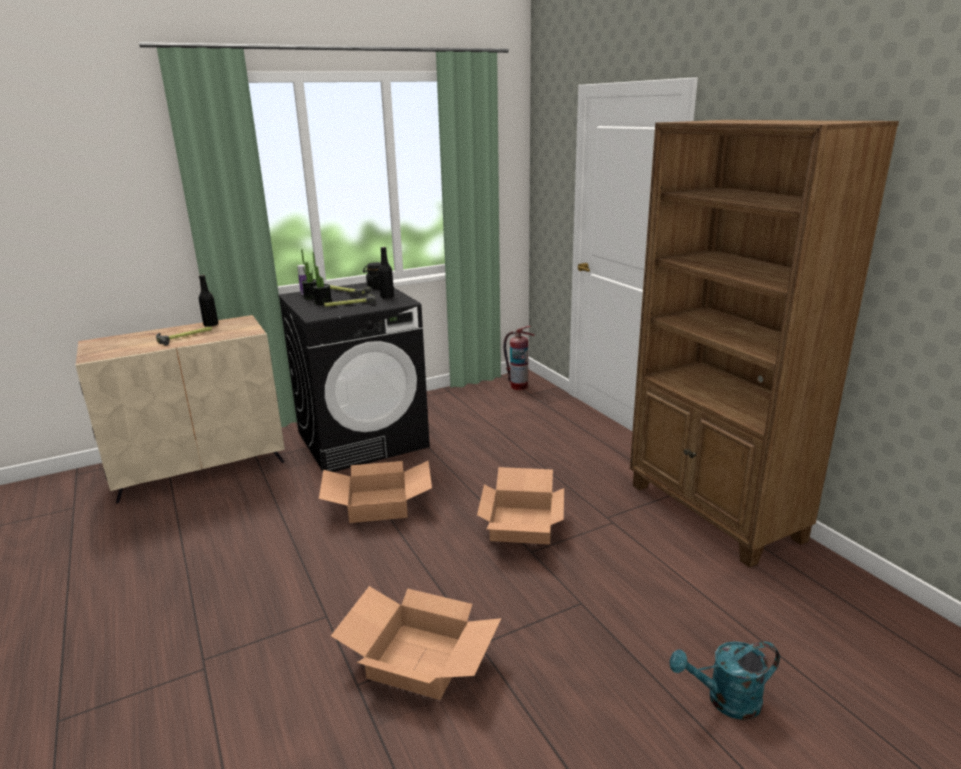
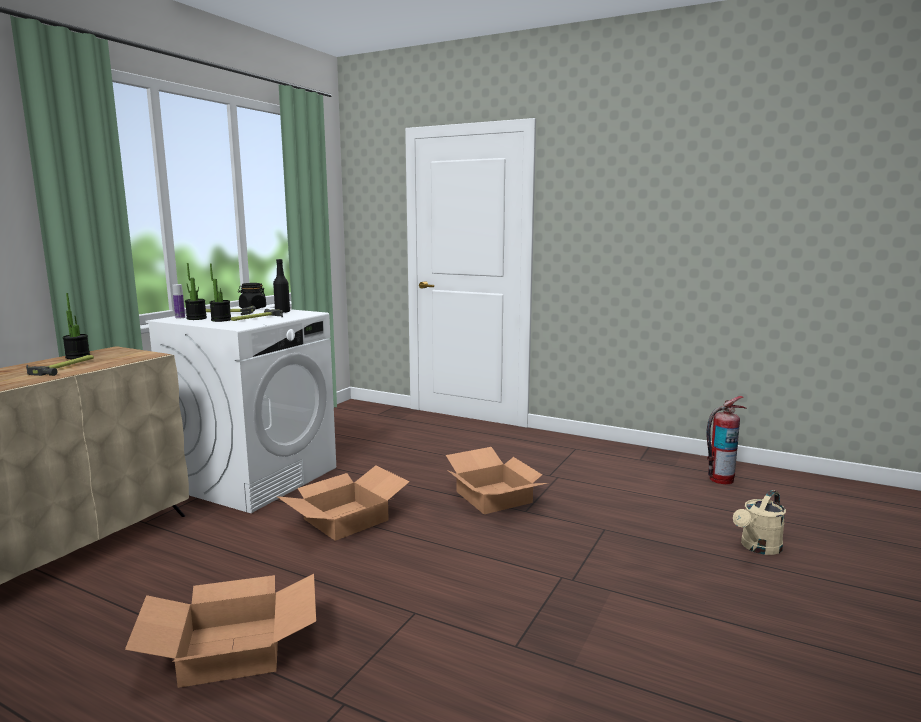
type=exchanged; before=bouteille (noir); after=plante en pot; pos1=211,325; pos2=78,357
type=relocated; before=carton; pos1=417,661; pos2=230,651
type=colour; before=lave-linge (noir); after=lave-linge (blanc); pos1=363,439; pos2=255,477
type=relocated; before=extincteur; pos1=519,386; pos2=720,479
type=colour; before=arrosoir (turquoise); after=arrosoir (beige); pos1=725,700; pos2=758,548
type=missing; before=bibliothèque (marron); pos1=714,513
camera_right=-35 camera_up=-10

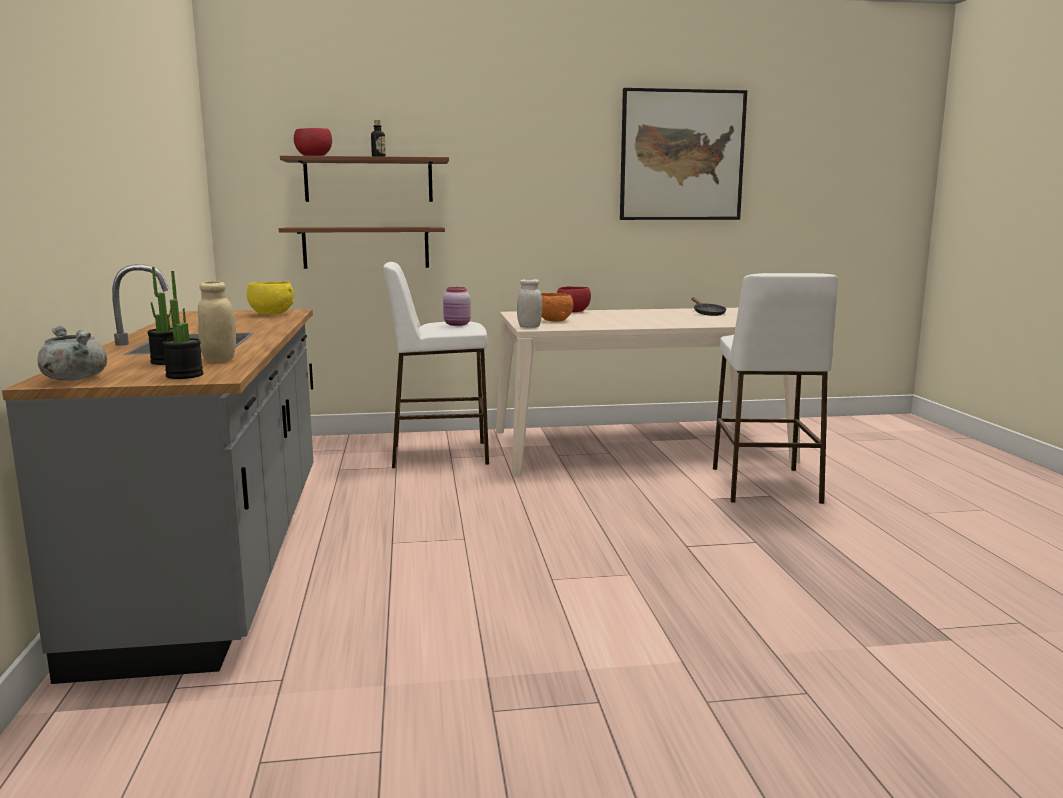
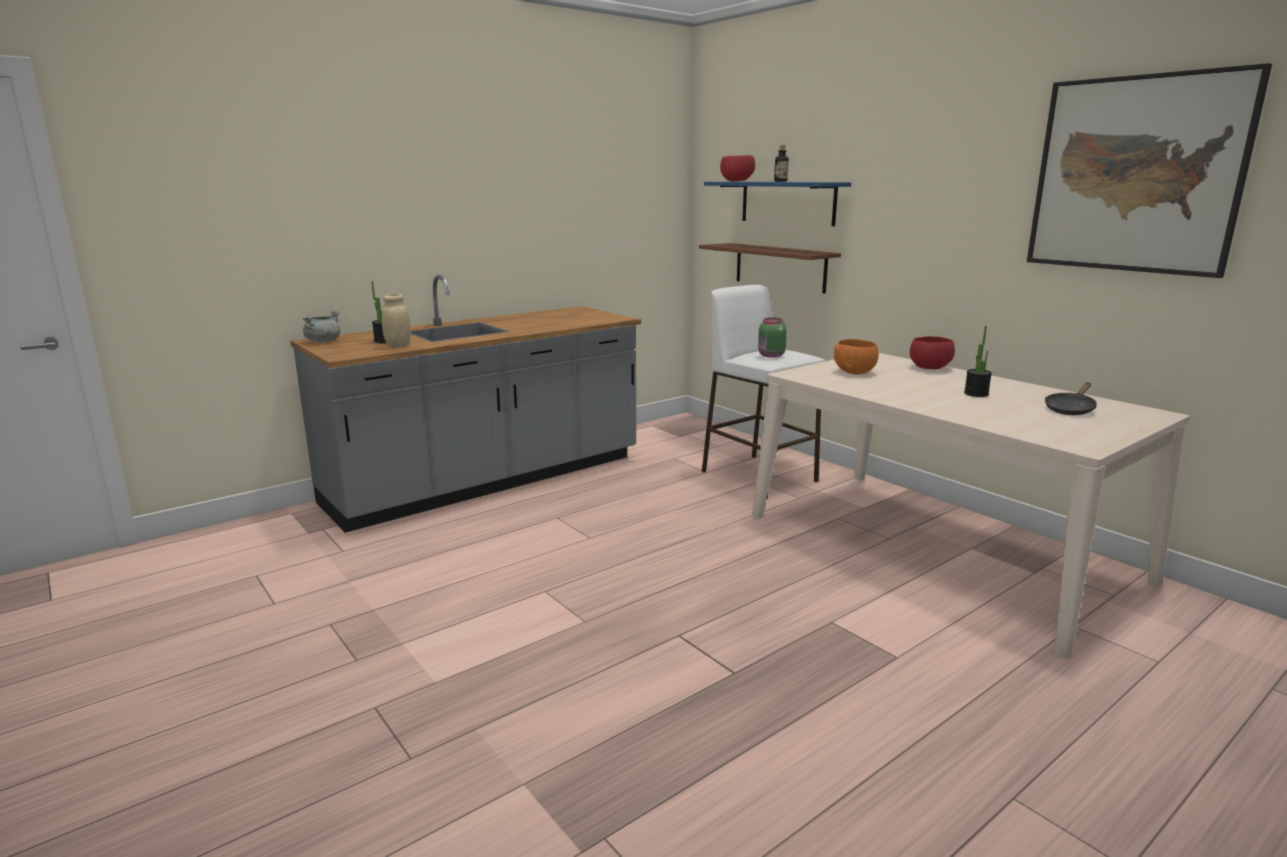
type=colour; before=étagère (marron); after=étagère (bleu); pos1=368,180; pos2=787,202
type=colour; before=bocal (rose); after=bocal (vert); pos1=457,324; pos2=771,355
type=relocated; before=plante en pot; pos1=184,375; pos2=976,394
type=missing; before=bol (jaune); pos1=271,314
type=missing; before=bocal (blanc); pos1=529,327
type=missing; before=tabouret (blanc); pos1=765,485
camera_right=60 camera_up=5

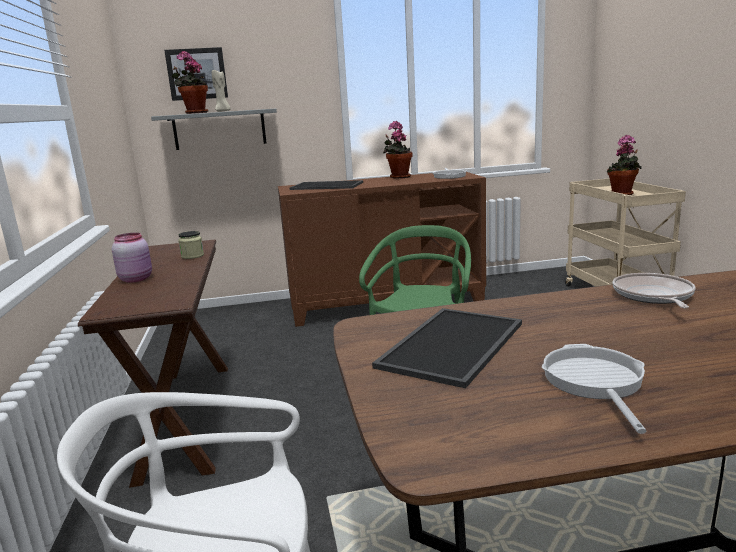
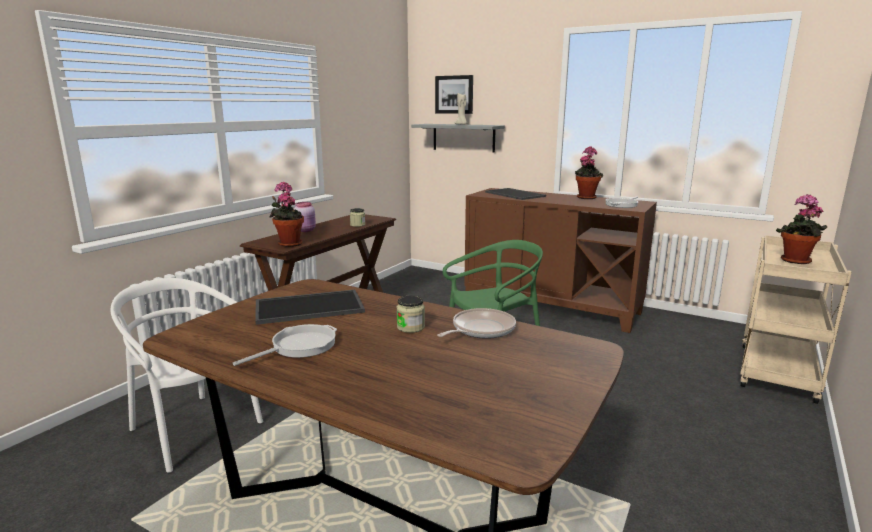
type=relocated; before=plante en pot; pos1=194,113; pos2=289,243
type=appeared; after=bocal; pos2=410,327
camera_right=40 camera_up=0

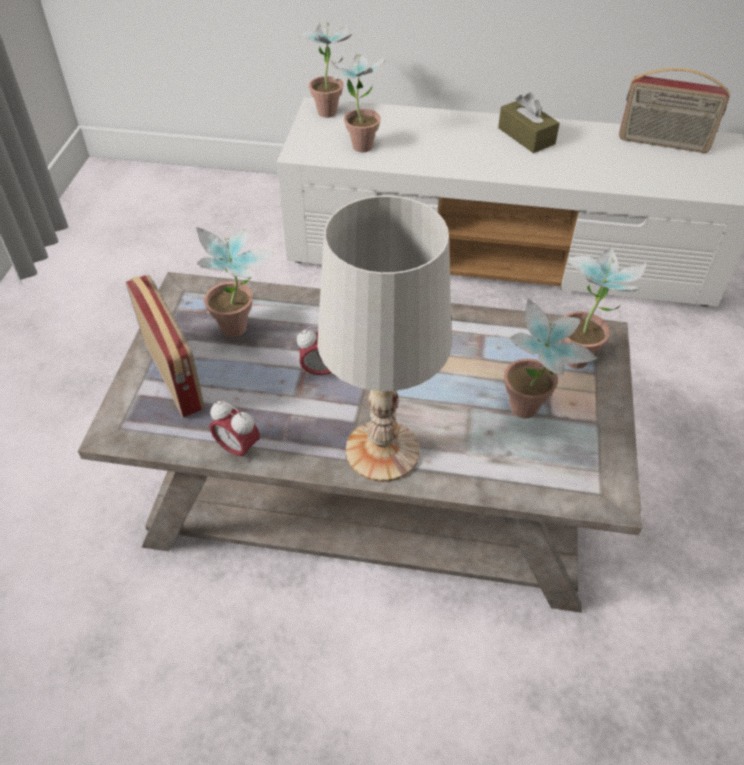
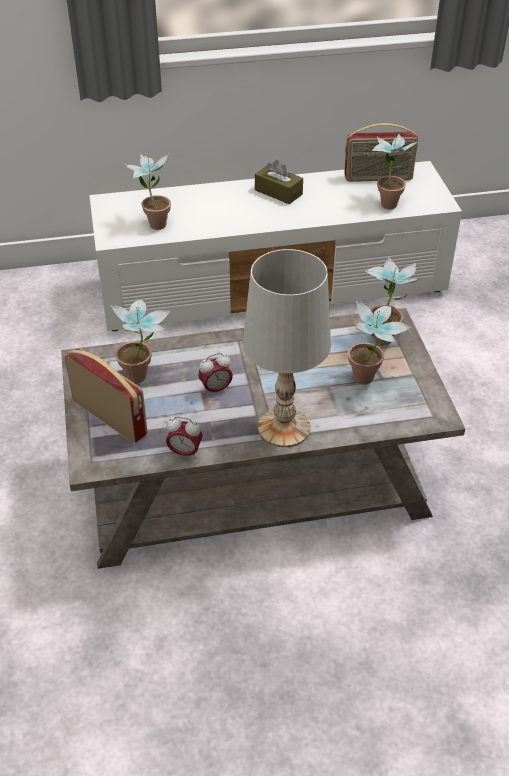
type=relocated; before=plante en pot; pos1=330,109; pos2=388,201
camera_right=-20 camera_up=-5

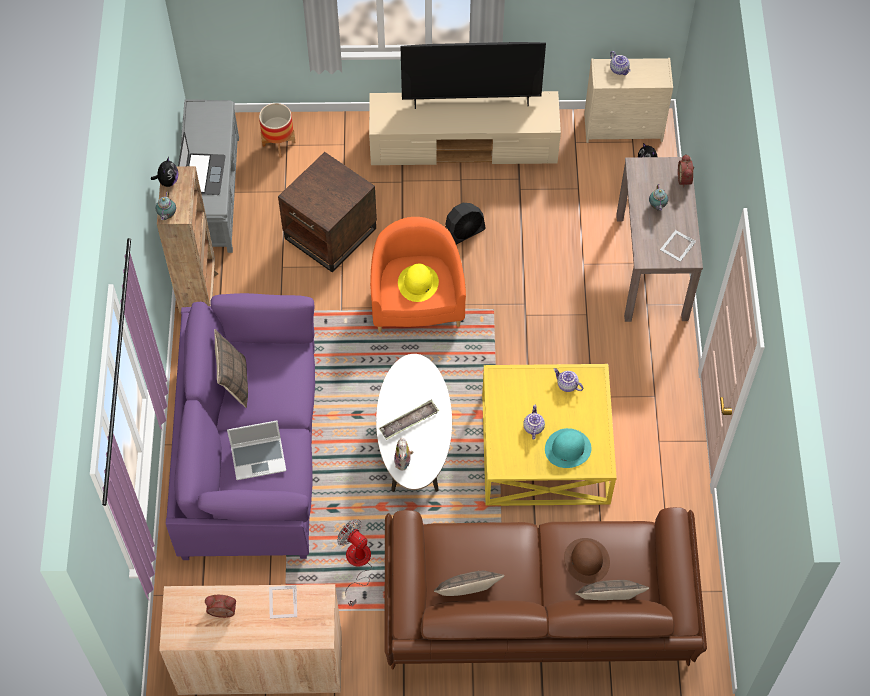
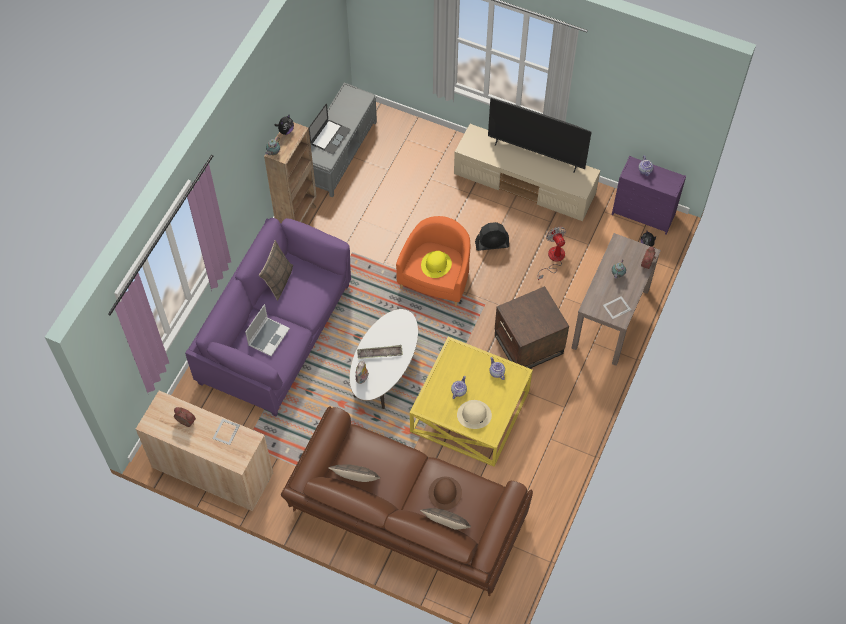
type=spun; before=ordinateur portable; pos1=259,458; pos2=268,336; turn=-75
type=colour; before=chapeau (turquoise); after=chapeau (beige); pos1=567,449; pos2=474,415
type=relocated; before=table d'appoint (marron); pos1=331,234; pos2=529,345
type=relocated; before=ventilateur; pos1=357,564; pos2=553,259
type=colour; before=commode (beige); after=commode (violet); pos1=624,127; pos2=644,214
type=missing; before=cache-pot; pos1=278,144
camera_right=25 camera_up=0

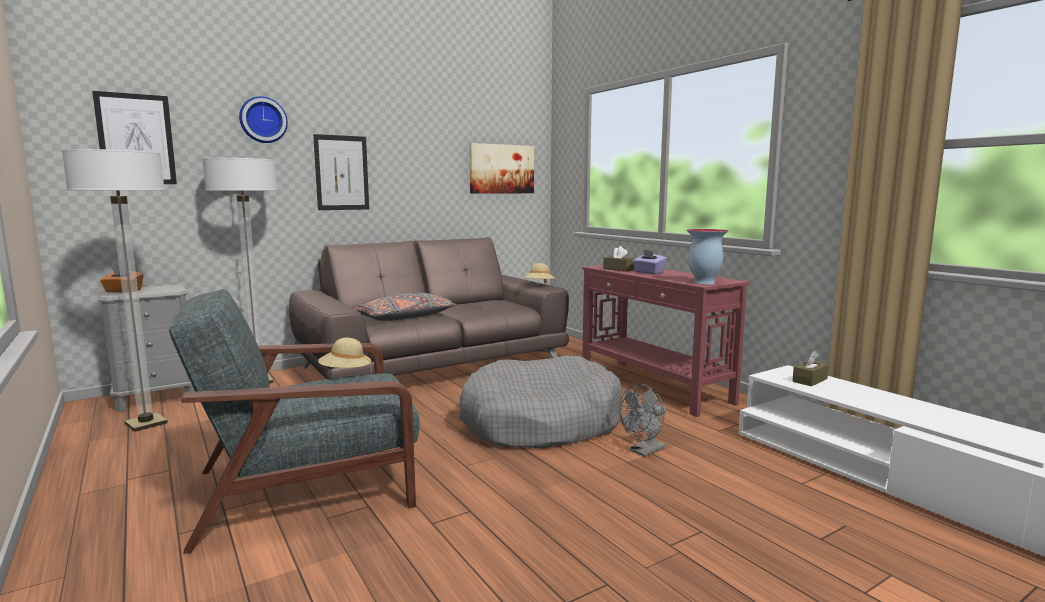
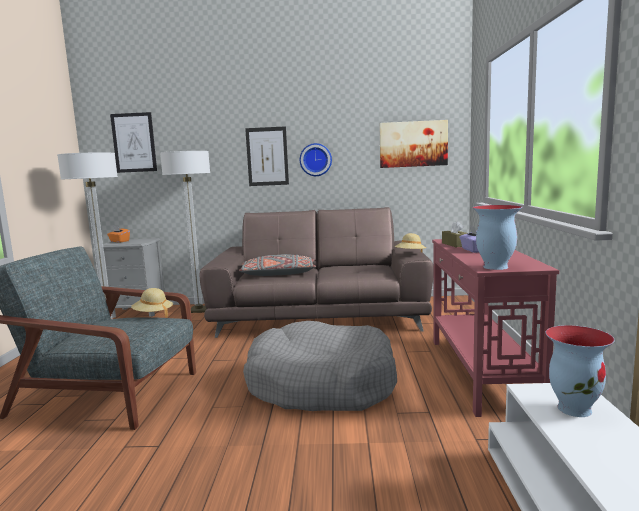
type=relocated; before=horloge murale; pos1=263,120; pos2=315,160
type=exchanged; before=boîte à mouchoirs (marron); after=vase; pos1=810,380; pos2=574,408
type=missing; before=ventilateur (gris); pos1=644,451
camera_right=35 camera_up=0

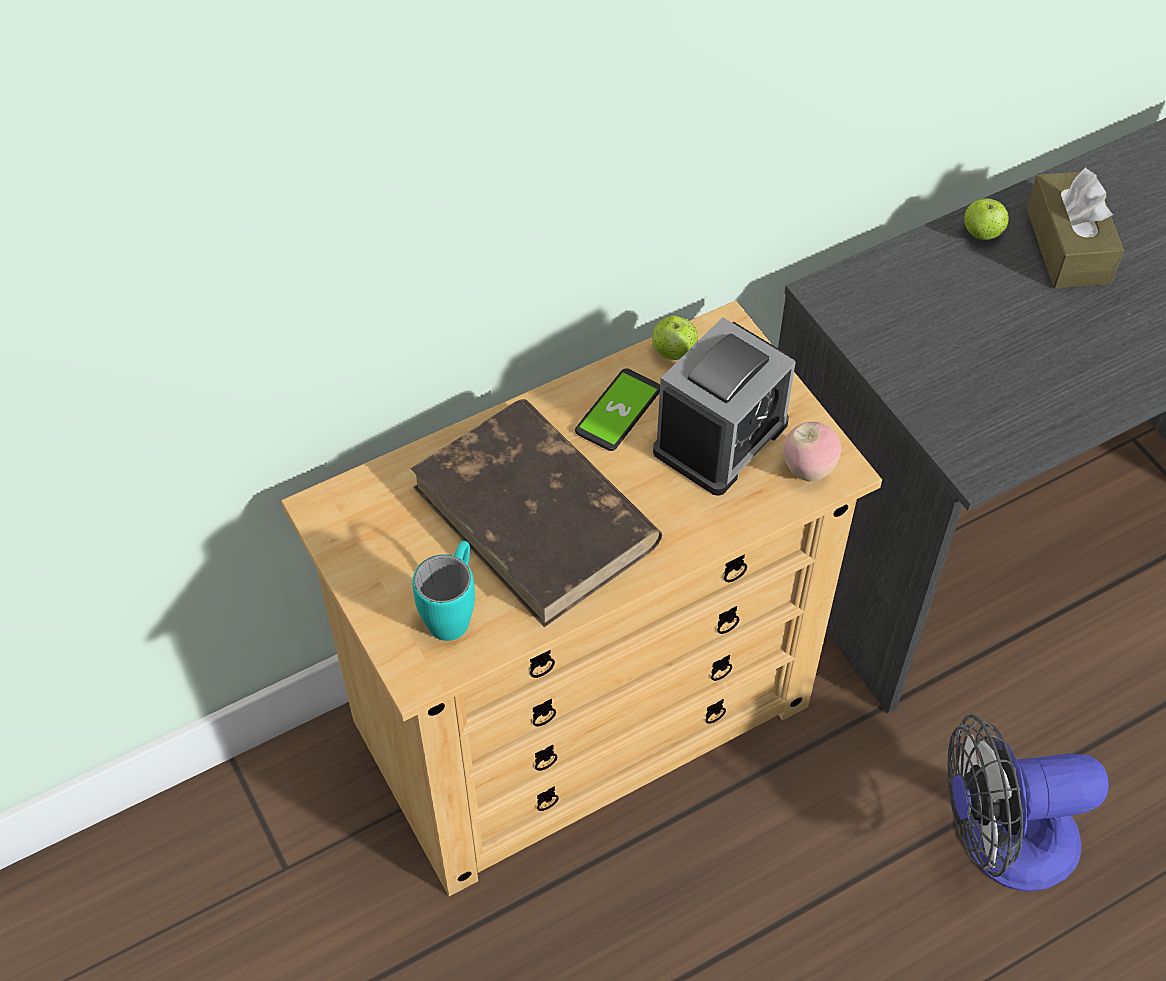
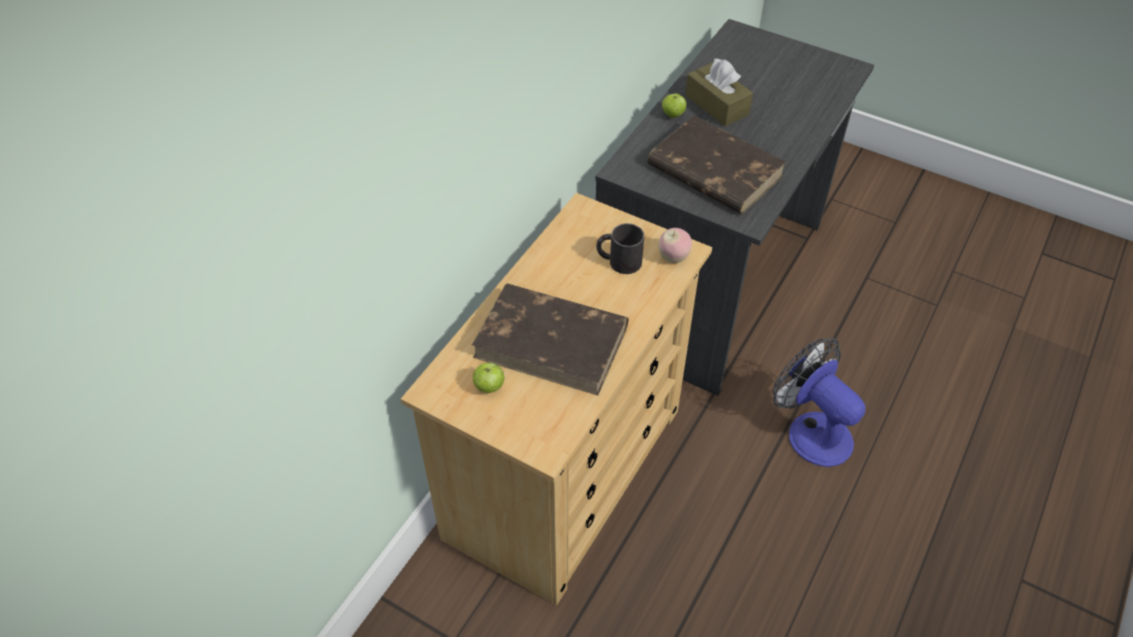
type=relocated; before=pomme; pos1=674,352; pos2=489,387
type=exchanged; before=réveil; after=mug (noir); pos1=720,437; pos2=618,261
type=appeared; after=livre (marron); pos2=713,170
type=spun; before=ventilateur; pos1=1001,842; pos2=811,430; turn=90
type=missing; before=mug (turquoise); pos1=453,611
type=missing; before=téléphone; pos1=618,411
camera_right=-30 camera_up=-5

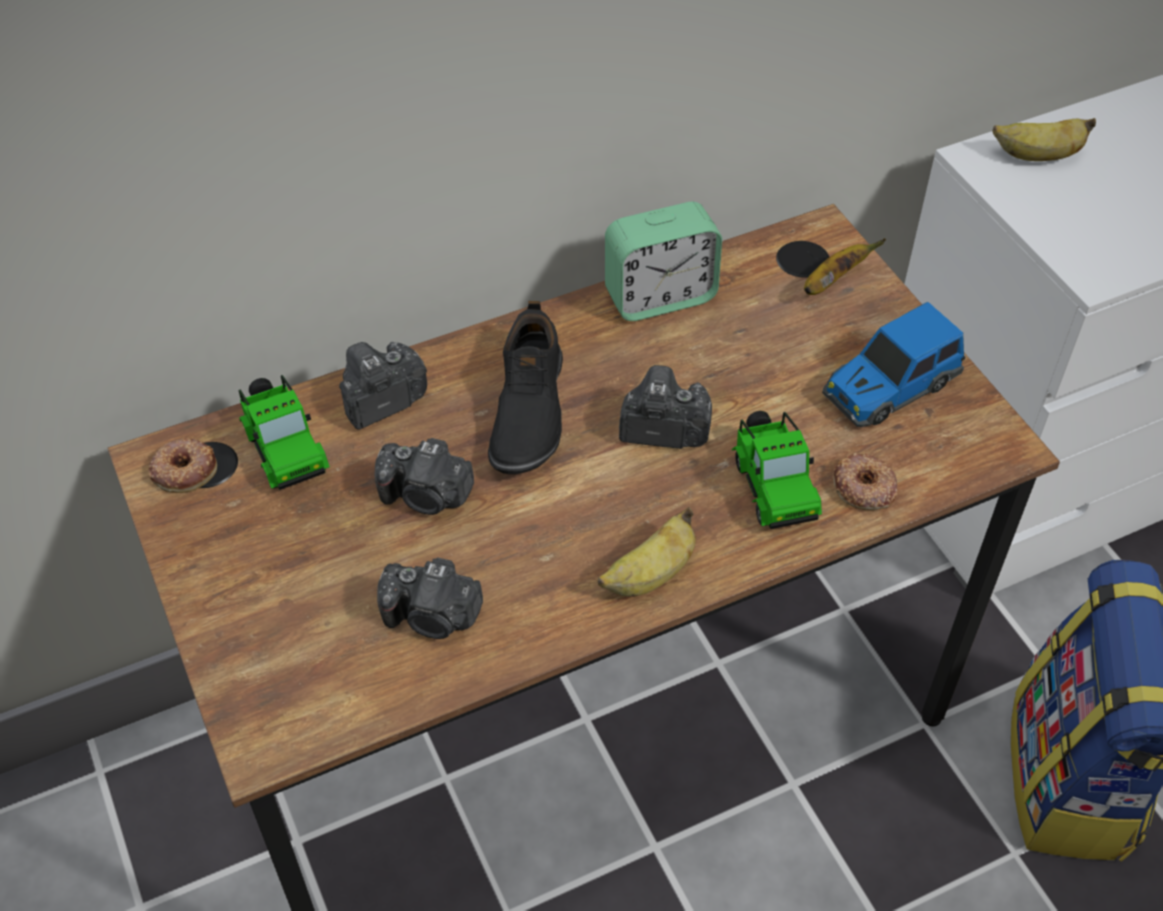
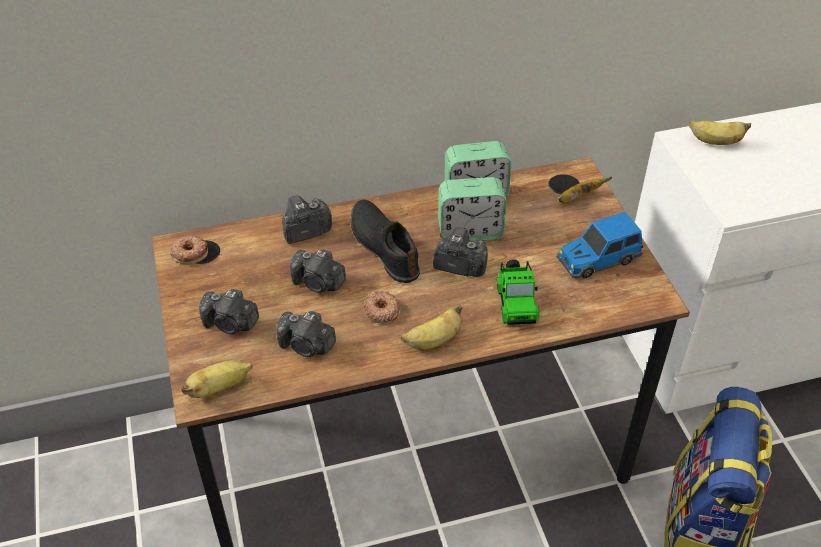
type=appeared; after=banane; pos2=219,388
type=appeared; after=appareil photo; pos2=230,324
type=spun; before=chaussure (noir); pos1=526,411; pos2=385,246; turn=135
type=relocated; before=beignet; pos1=863,487; pos2=381,311
type=appeared; after=réveil; pos2=470,231
type=missing; before=petite voiture; pos1=284,448
camera_right=10 camera_up=-5

